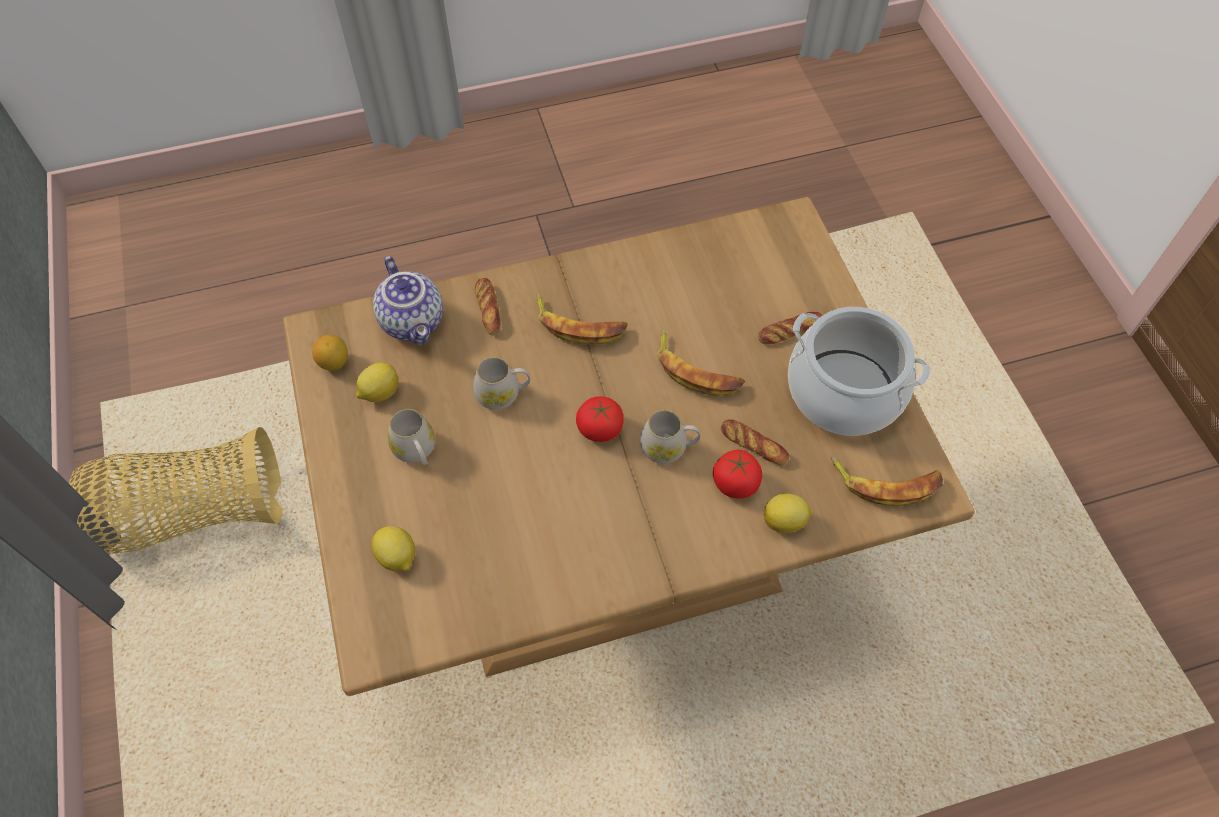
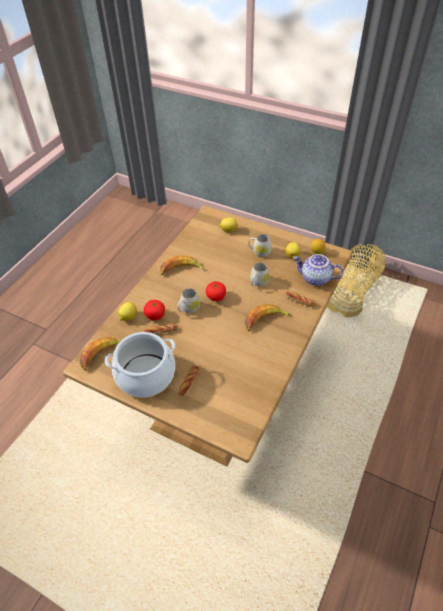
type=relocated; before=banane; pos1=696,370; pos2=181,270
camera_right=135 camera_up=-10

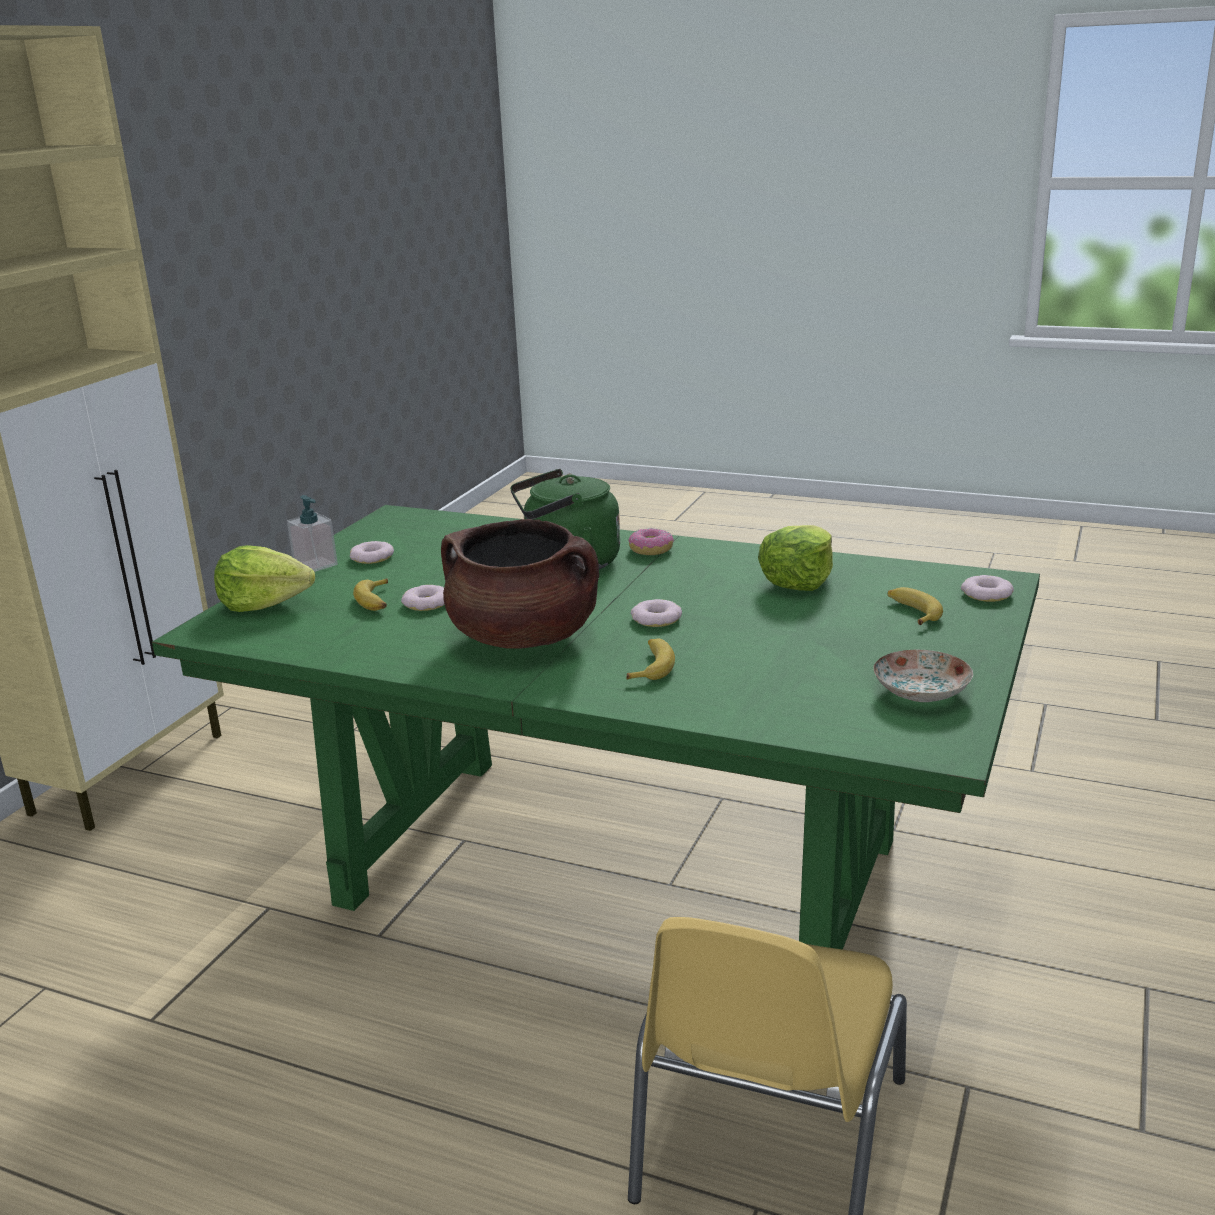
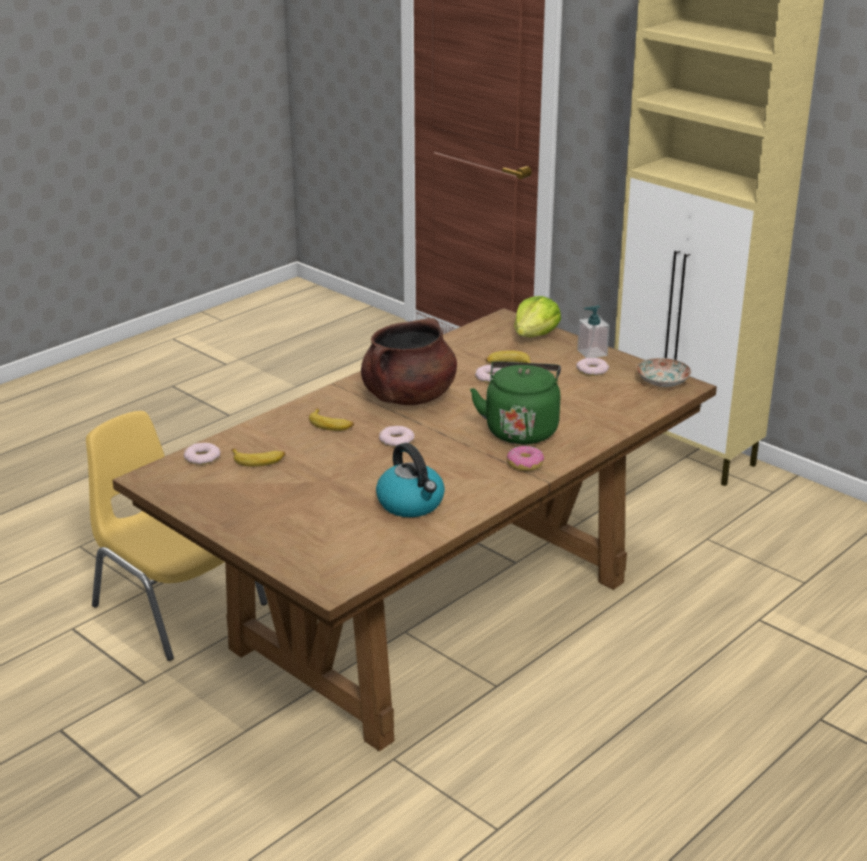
type=colour; before=table à manger (vert); after=table à manger (marron); pos1=622,873; pos2=432,616
type=relocated; before=beignet; pos1=986,594; pos2=202,457
type=relocated; before=banane; pos1=912,612; pos2=258,460
type=exchanged; before=laitue; after=bouilloire; pos1=798,581; pos2=411,504
type=relocated; before=assiette; pos1=920,691; pos2=663,382
camera_right=110 camera_up=5

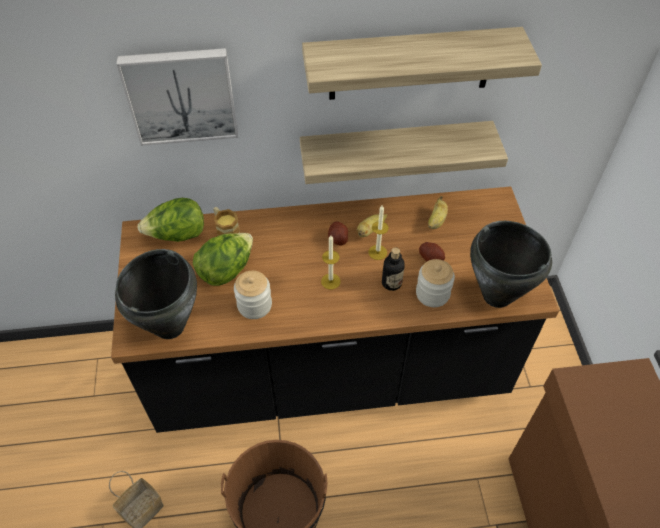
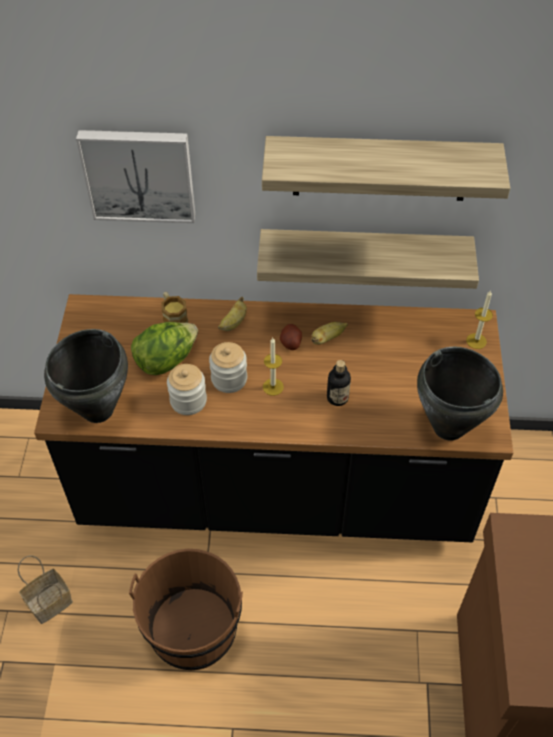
type=relocated; before=bocal; pos1=432,293; pos2=229,379
type=relocated; before=banane; pos1=436,221; pos2=233,323
type=relocated; before=bougie; pos1=377,252; pos2=476,341
type=missing; before=laitue; pos1=177,235
type=missing; before=pomme de terre; pos1=431,258
camera_right=10 camera_up=0

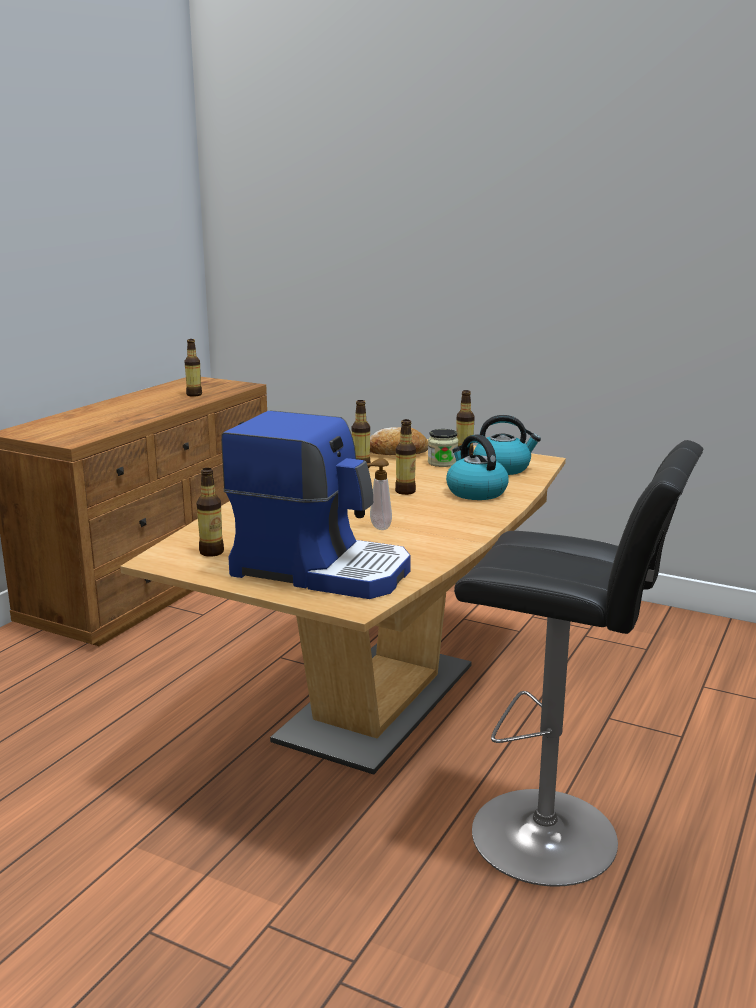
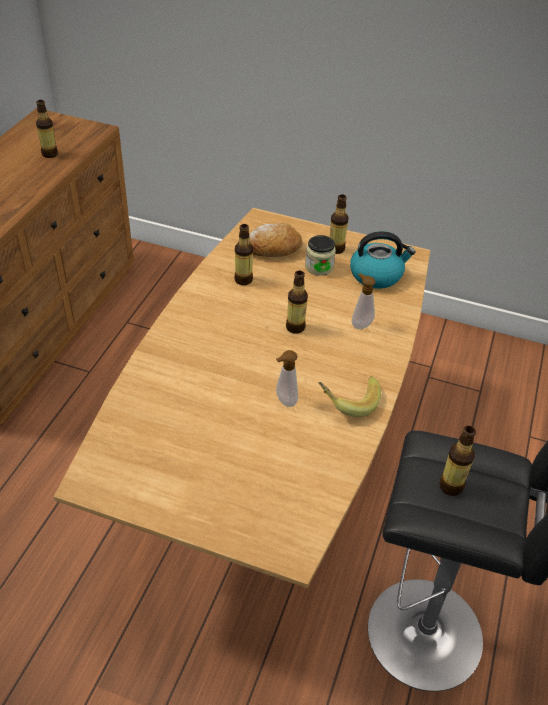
type=appeared; after=banane; pos2=348,401
type=exchanged; before=bouilloire; after=distributeur de savon; pos1=475,492; pos2=360,324
type=relocated; before=bouteille; pos1=211,552; pos2=451,486
type=missing; before=machine à café; pos1=322,569
camera_right=-10 camera_up=25

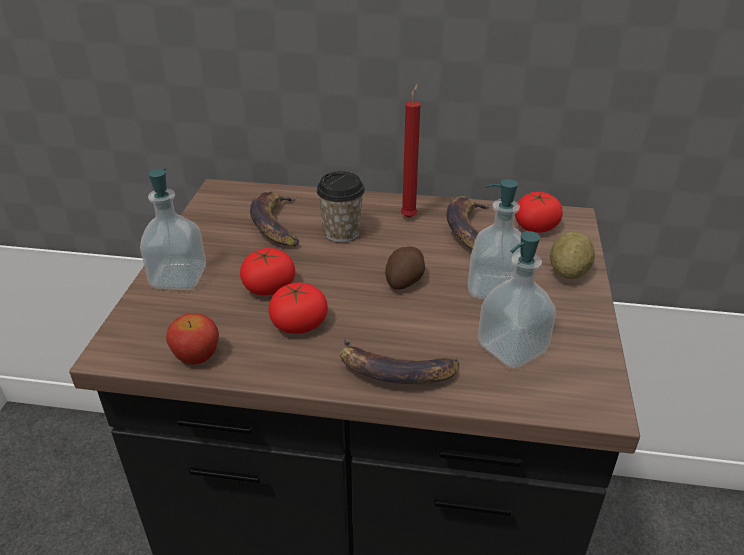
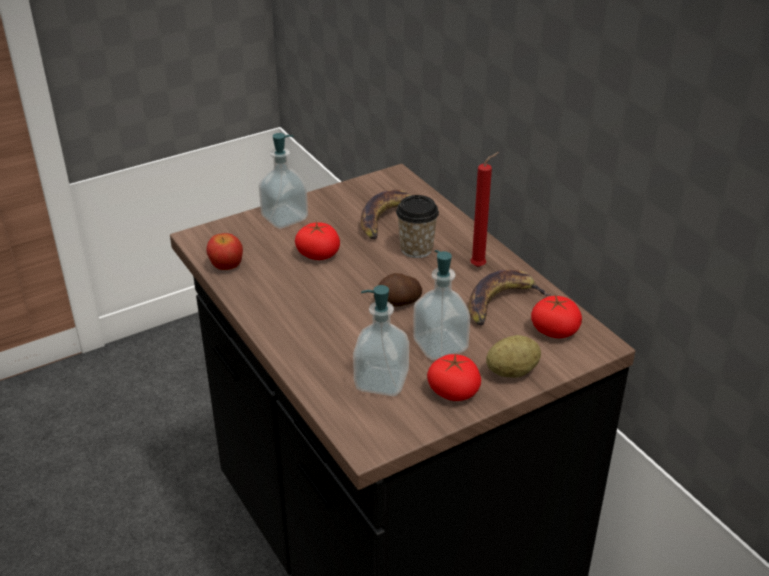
type=relocated; before=tomate; pos1=299,324; pos2=453,391
type=missing; before=banane; pos1=394,371
camera_right=50 camera_up=0

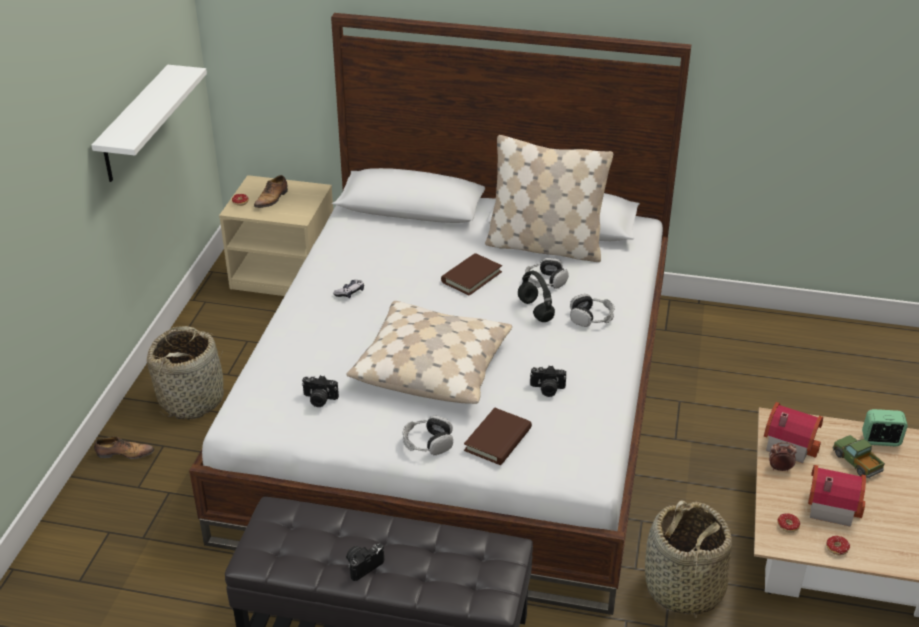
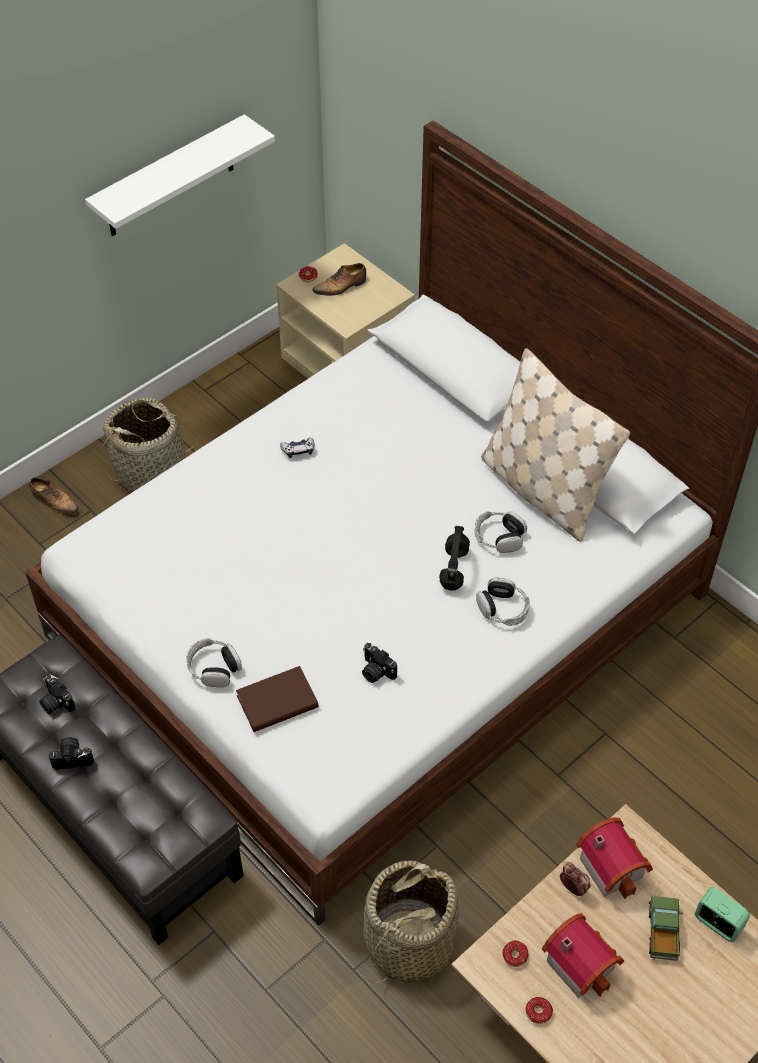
type=relocated; before=appareil photo; pos1=319,399; pos2=56,702
type=missing; before=coussin (beige); pos1=432,366
type=missing; before=livre (marron); pos1=471,277
camera_right=35 camera_up=15

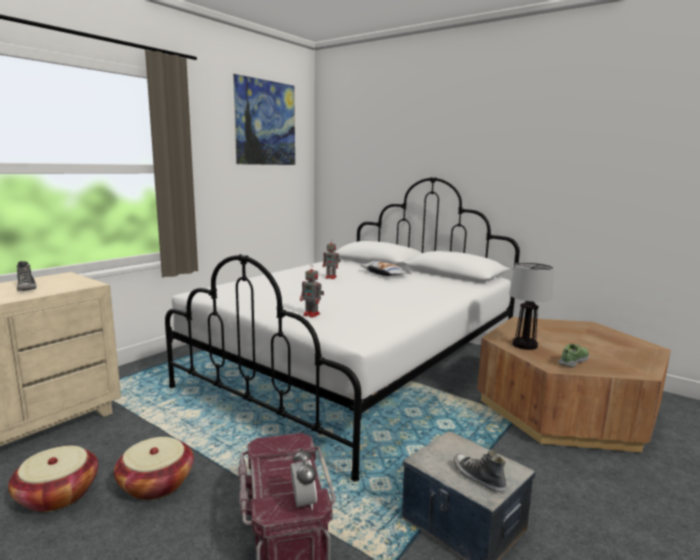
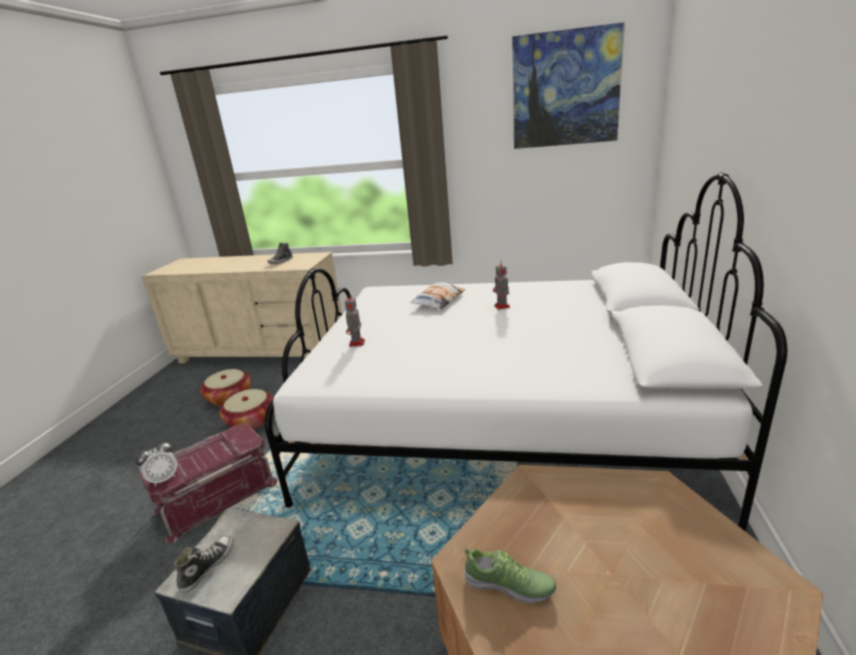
type=relocated; before=coussin; pos1=384,274; pos2=438,300
type=missing; before=lampe de table; pos1=525,345
camera_right=65 camera_up=10

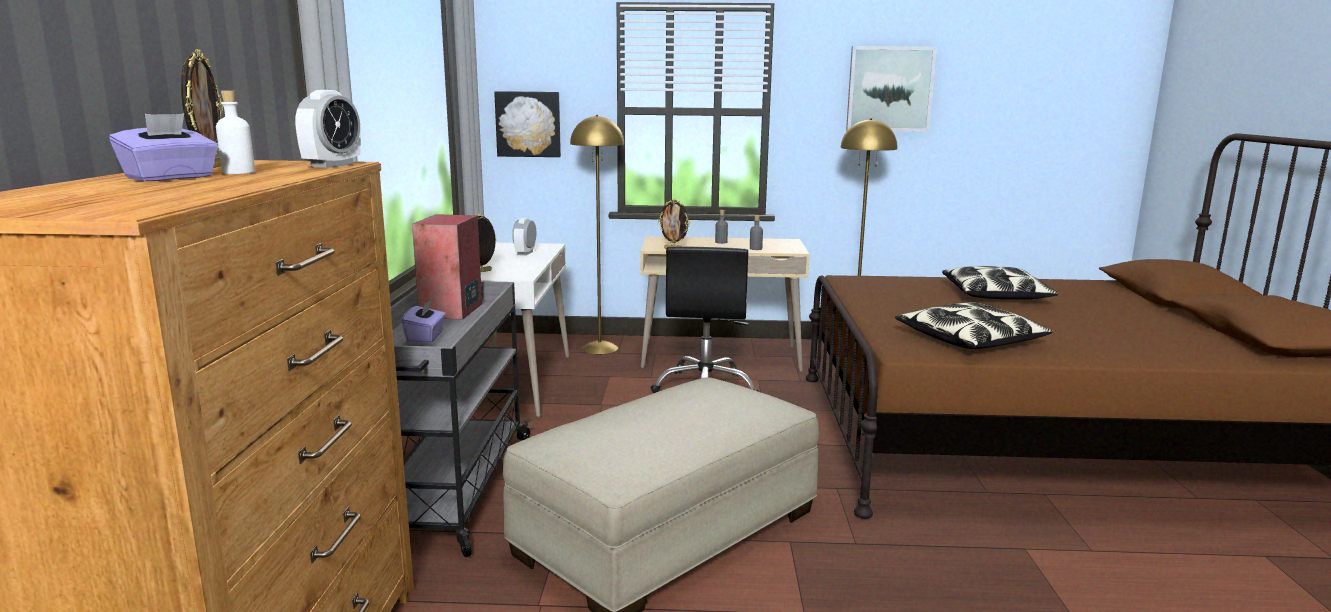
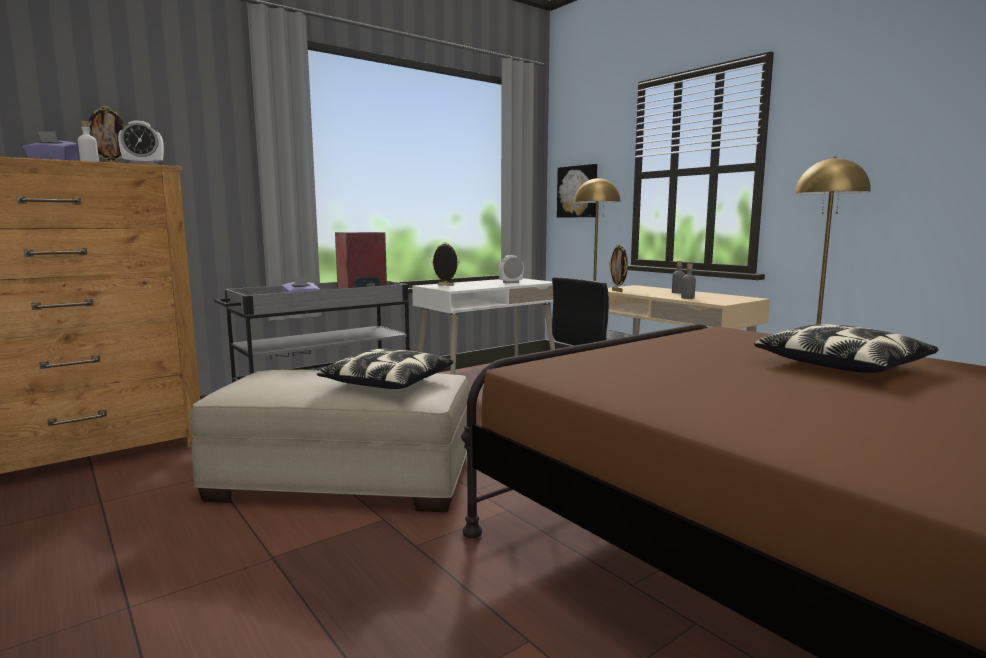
type=relocated; before=coussin; pos1=970,340; pos2=388,382
type=missing; before=tableau; pos1=889,89
camera_right=50 camera_up=-5

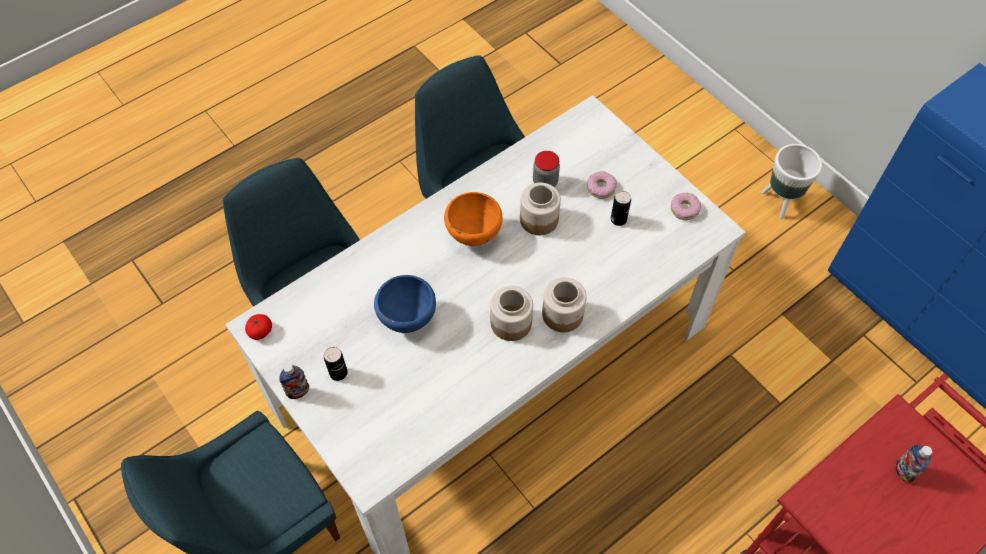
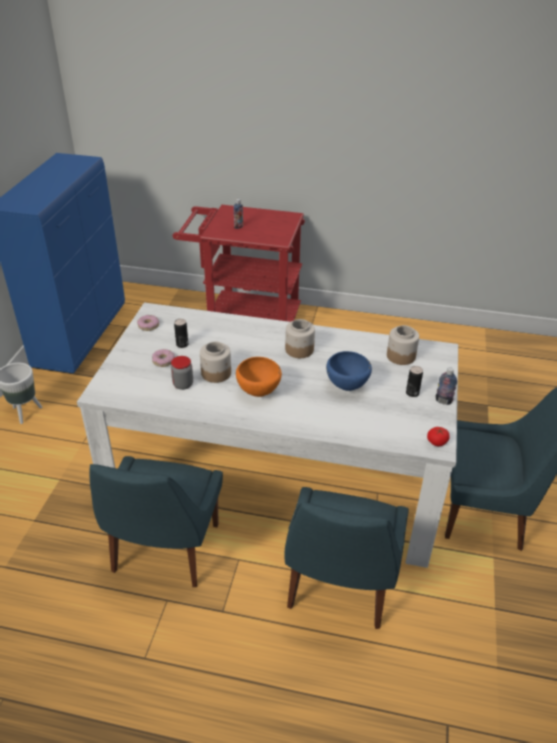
type=relocated; before=bocal; pos1=563,314; pos2=400,356
camera_right=-130 camera_up=-20

